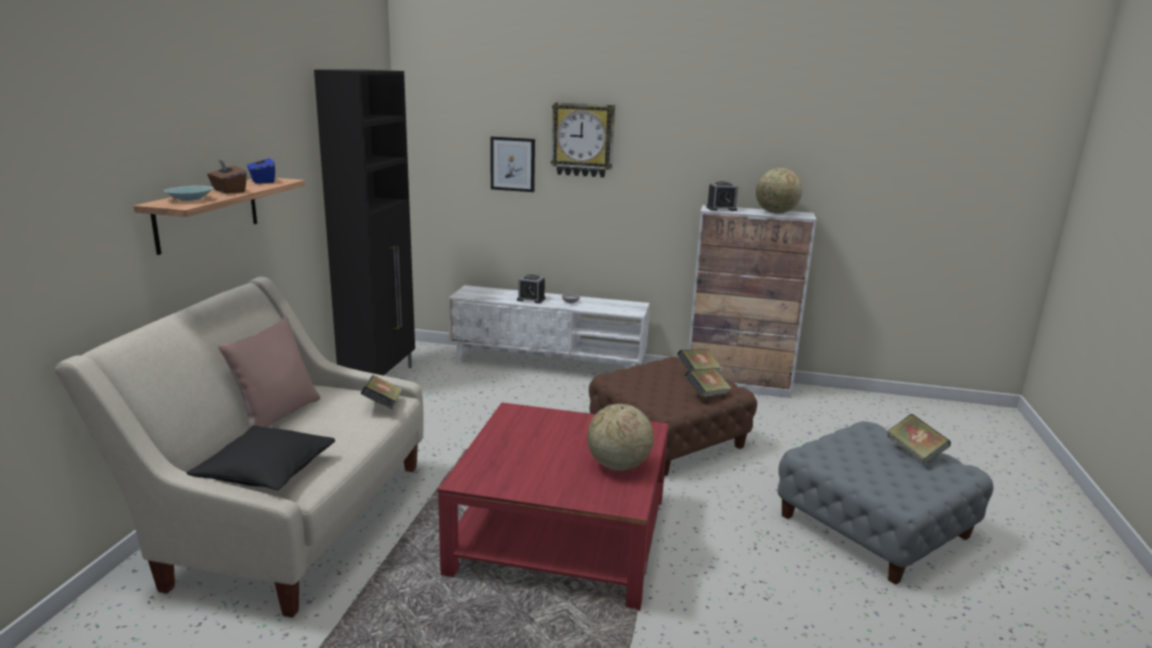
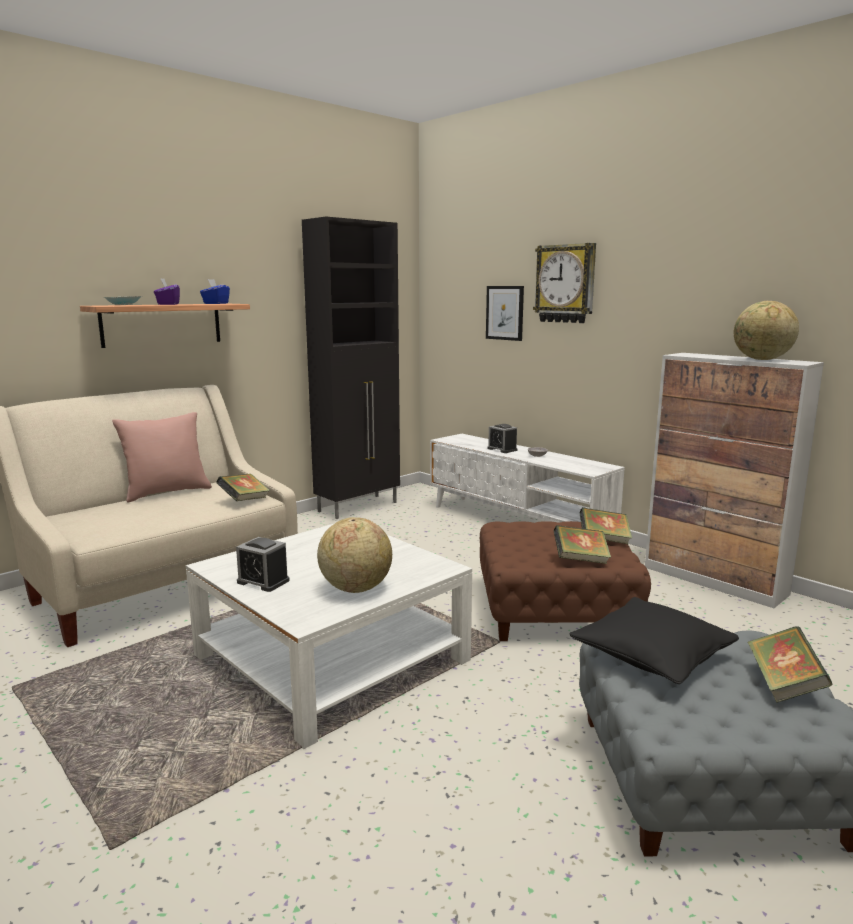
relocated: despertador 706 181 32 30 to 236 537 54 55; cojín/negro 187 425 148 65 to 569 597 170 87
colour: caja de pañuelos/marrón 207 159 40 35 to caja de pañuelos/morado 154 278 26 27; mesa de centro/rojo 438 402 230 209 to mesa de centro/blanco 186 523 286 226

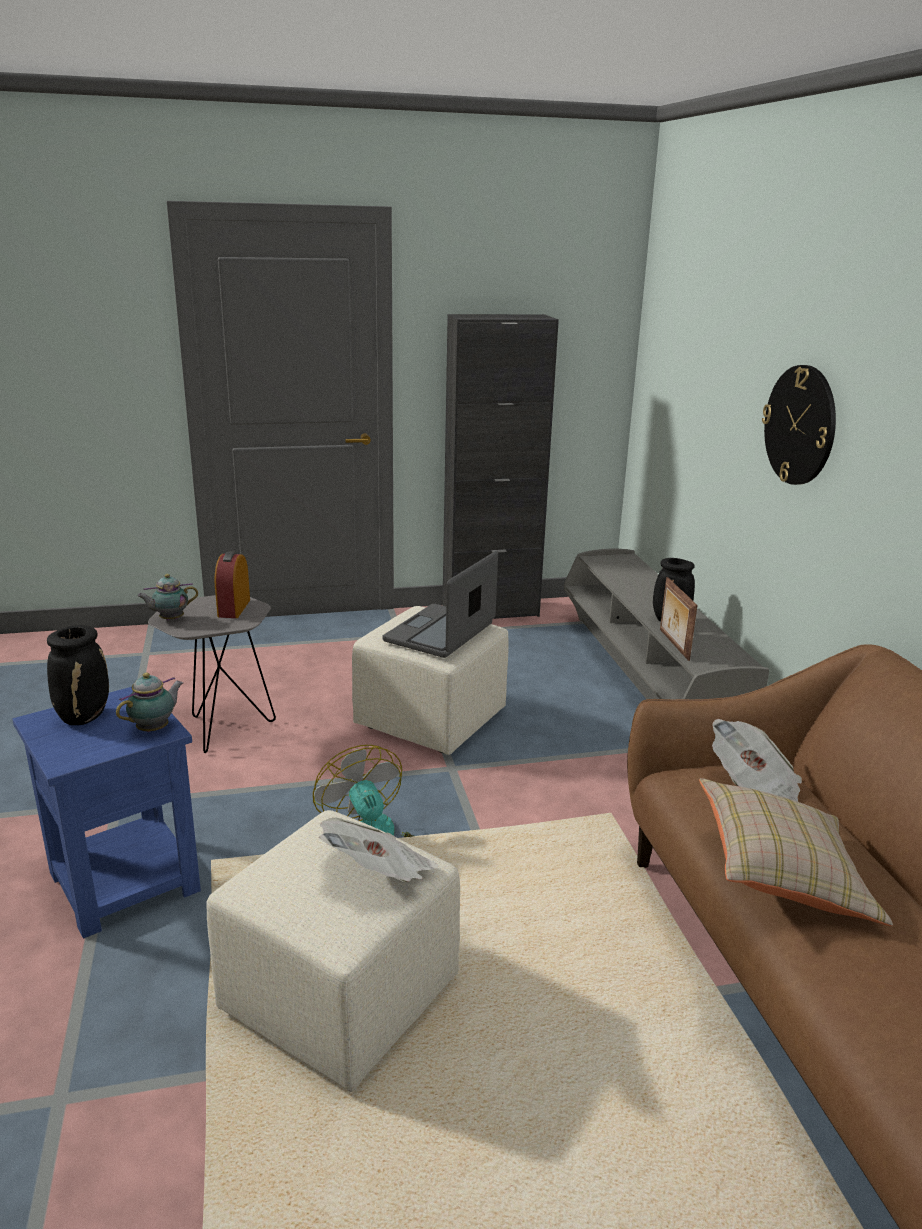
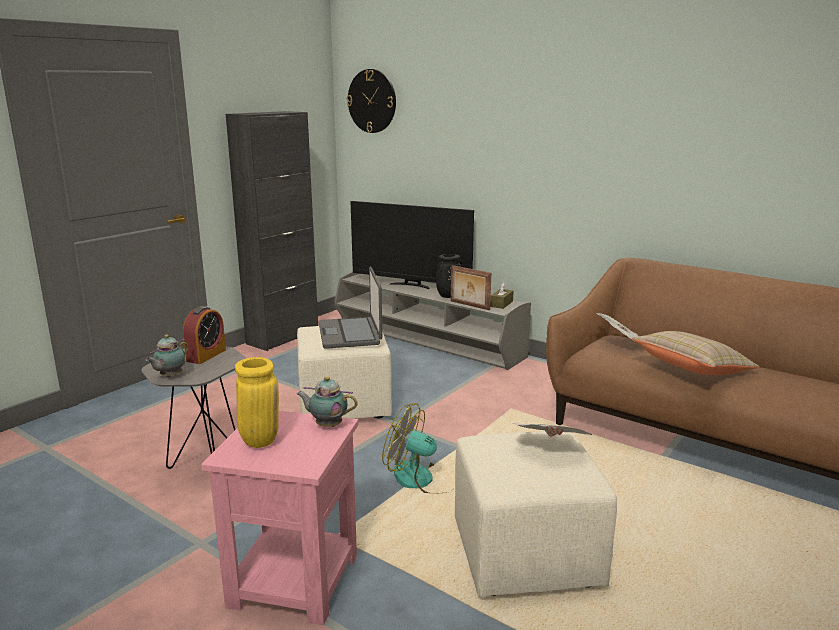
appeared: televisor 351 201 123 88; caja de pañuelos/marrón 490 282 24 27
relocated: reloj de pared 762 365 74 120 to 347 69 49 64
colour: florero/negro 47 625 62 100 to florero/amarillo 235 357 44 91; mesa auxiliar/azul 12 687 189 251 to mesa auxiliar/rosa 201 411 157 214
spun: despertador 214 551 36 67 = 183 306 43 58 120 degrees counterclockwise; tetera 116 672 67 60 = 297 376 61 51 75 degrees counterclockwise

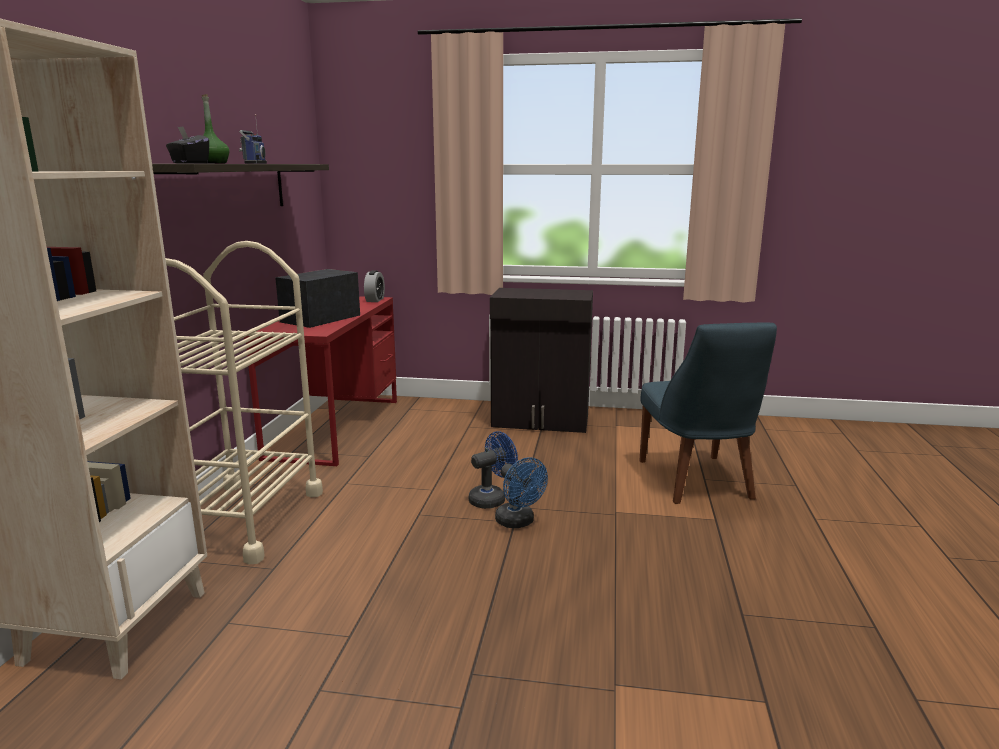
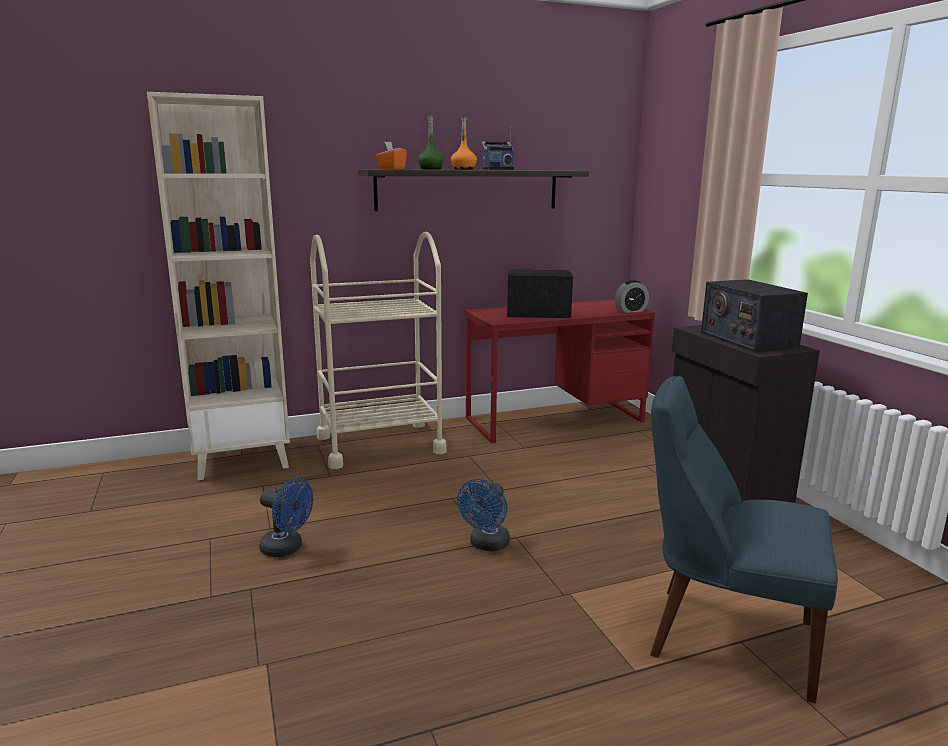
appeared: botella/naranja 451 116 26 54; radio 701 279 107 73
relocated: ventilador/azul 469 431 49 78 to 259 478 54 79
colour: caja de pañuelos/negro 166 127 43 36 to caja de pañuelos/naranja 375 141 32 28
spun: silla/azul 639 323 138 181 = 650 376 188 327 60 degrees clockwise

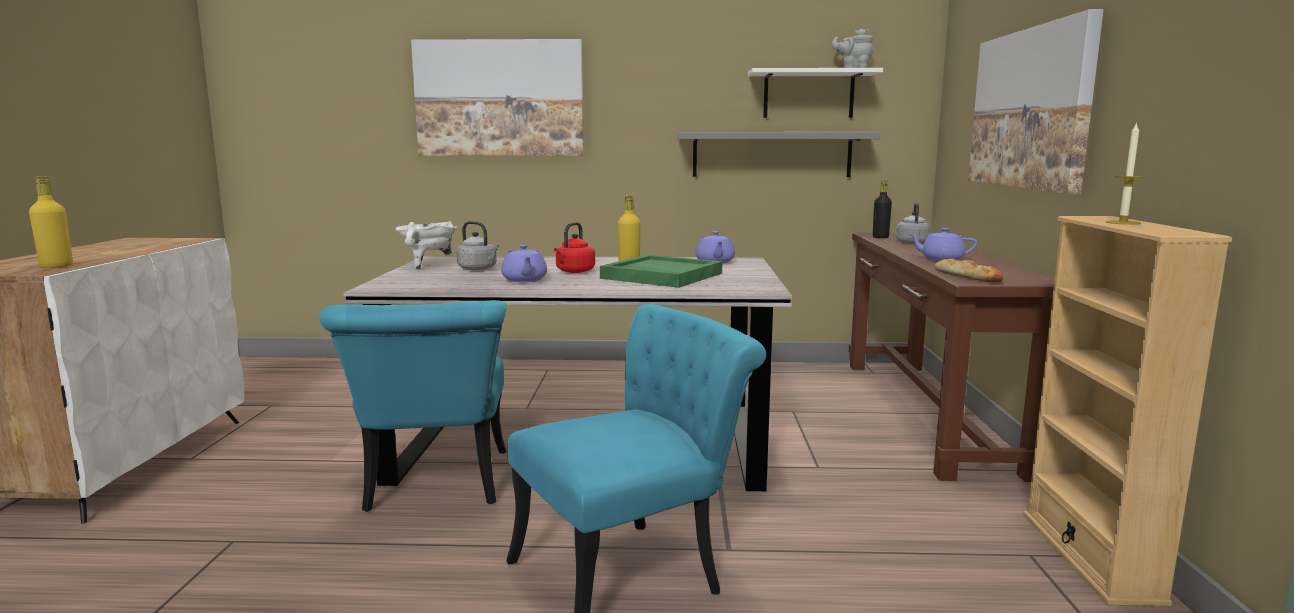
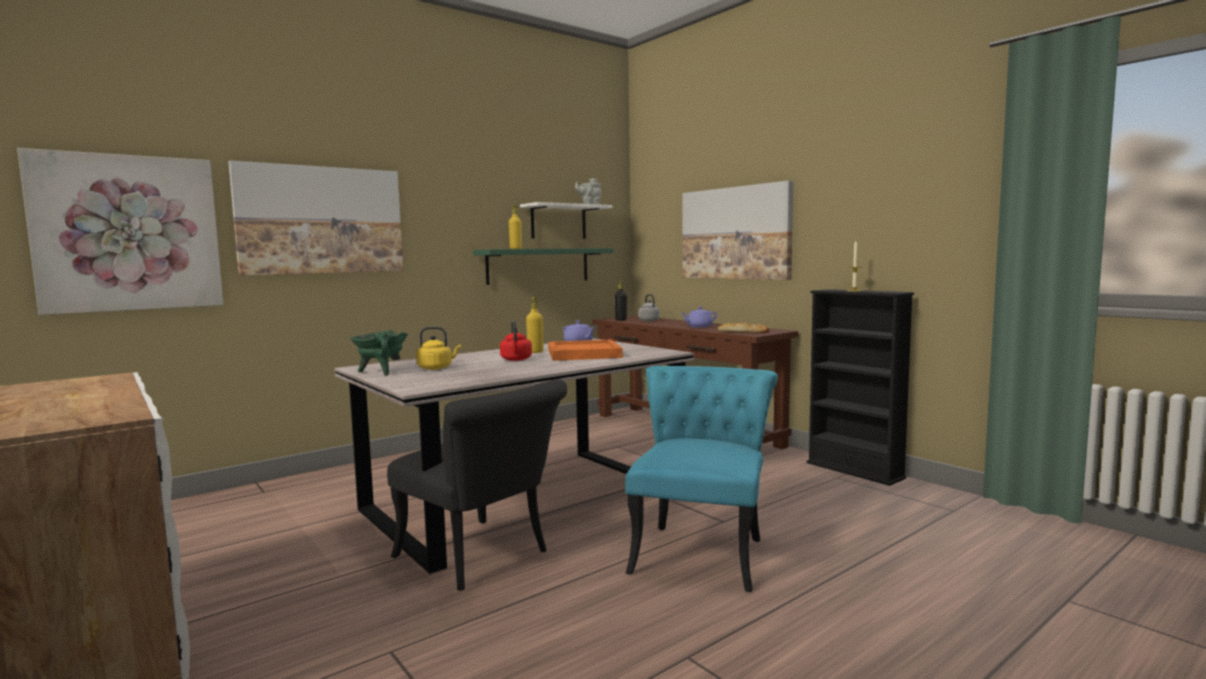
missing: tetera/morado 501 244 46 38
appeared: cuadro 17 148 207 167
relocated: botella/amarillo 29 176 44 92 to 509 205 13 44
colour: estante/gris 677 132 203 45 to estante/verde 473 248 141 37; estantería/beis 1023 216 209 390 to estantería/negro 807 289 107 197; olla/blanco 396 221 61 49 to olla/verde 350 330 58 46; hervidor/gris 457 221 42 50 to hervidor/amarillo 416 327 45 43; bandeja/verde 600 255 122 33 to bandeja/naranja 548 339 75 22; silla/turquesa 319 300 187 212 to silla/negro 387 379 180 212

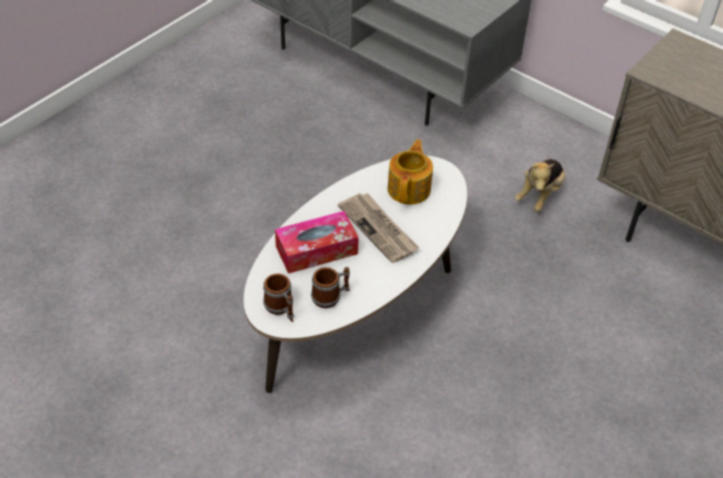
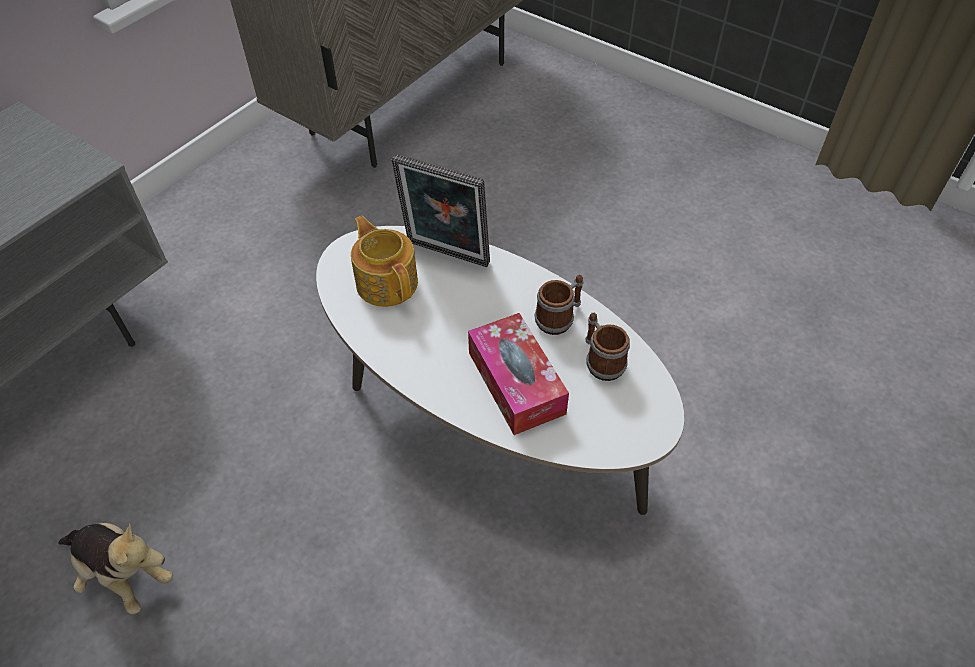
missing: periódico 338 193 81 70
appeared: portarretratos 392 154 98 113
relocated: peluche 515 159 50 53 to 58 522 115 93; taza grande 263 274 31 48 to 535 275 48 60
spun: tetera 387 139 46 66 = 351 216 67 91 45 degrees clockwise

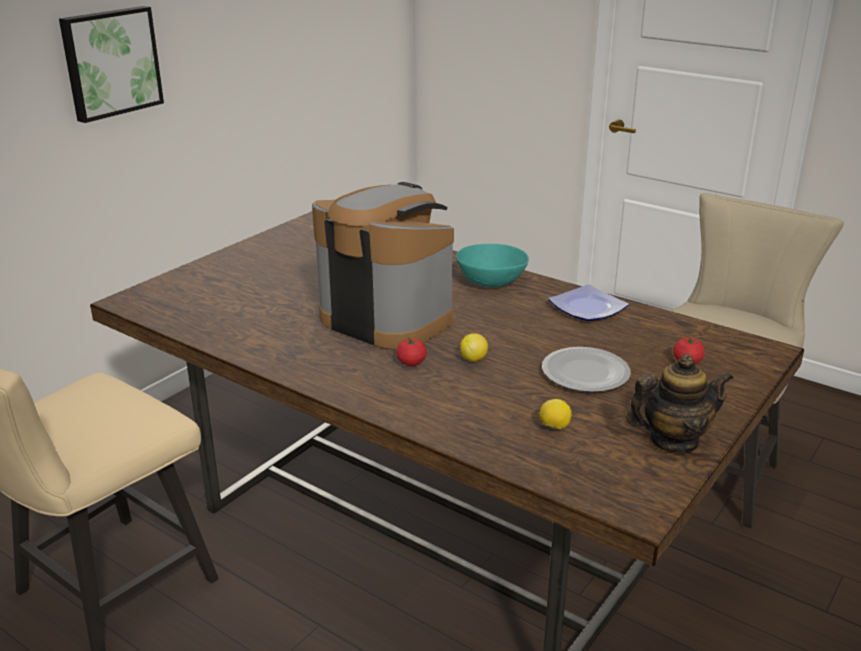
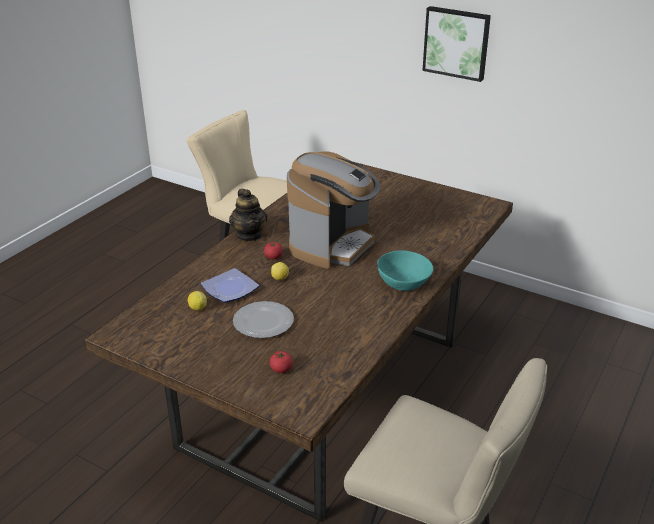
relocated: plato 548 284 81 37 to 200 268 59 35; tetera 626 354 108 99 to 229 189 38 52

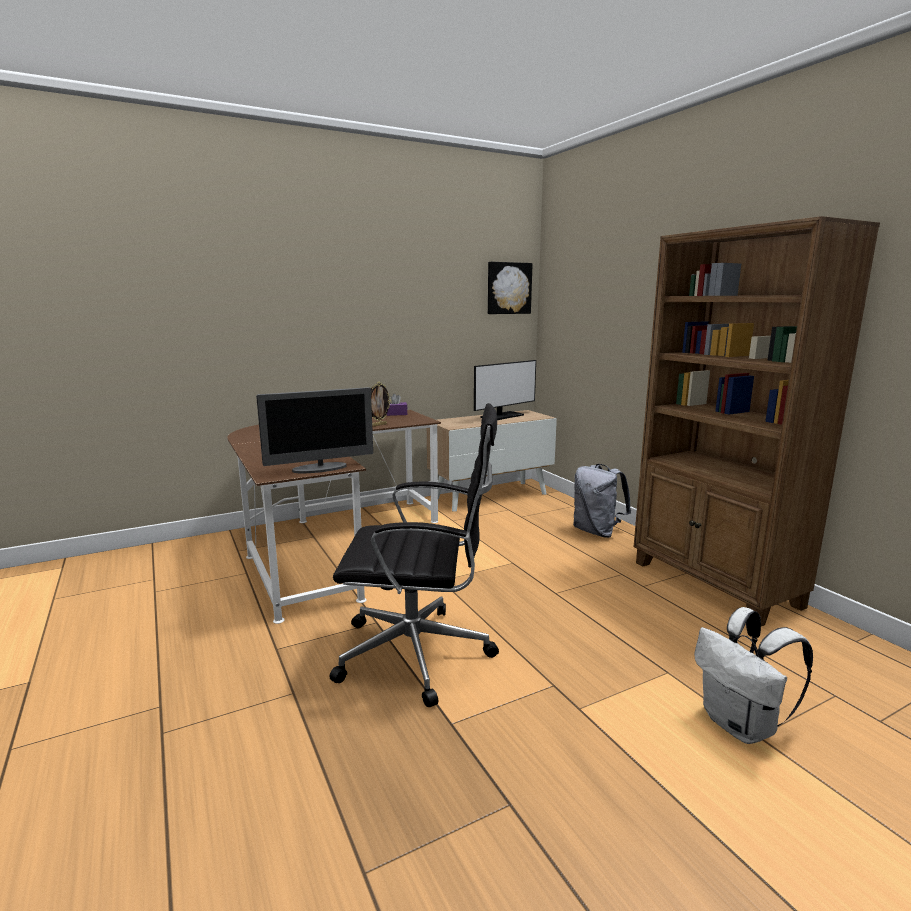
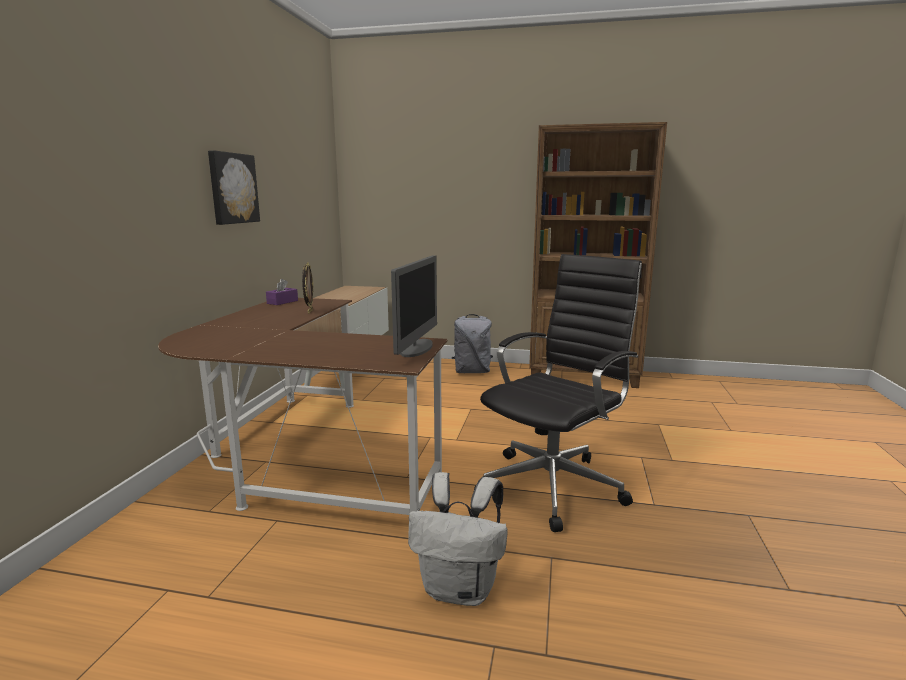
missing: monitor 474 360 62 60
relocated: cuadro 488 262 45 52 to 208 150 52 75; mochila/blanco 694 607 119 137 to 408 472 100 134

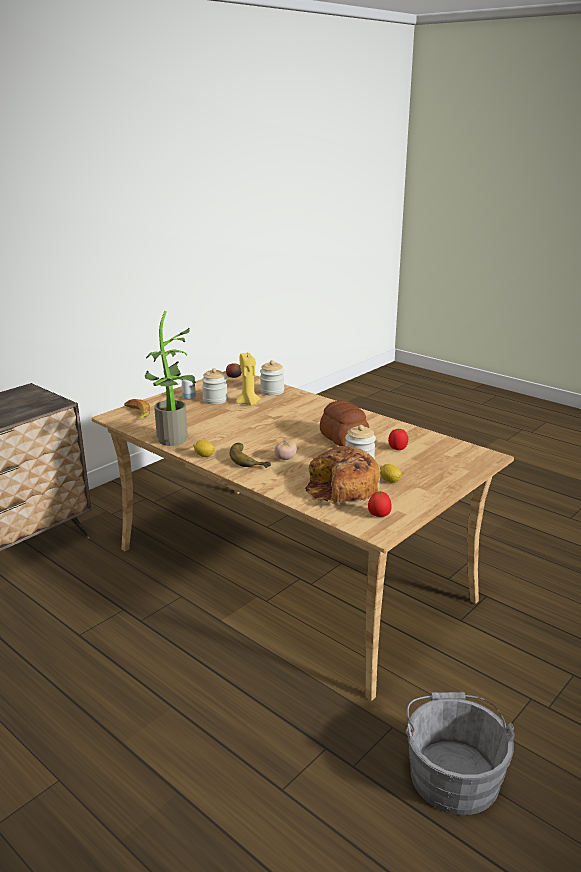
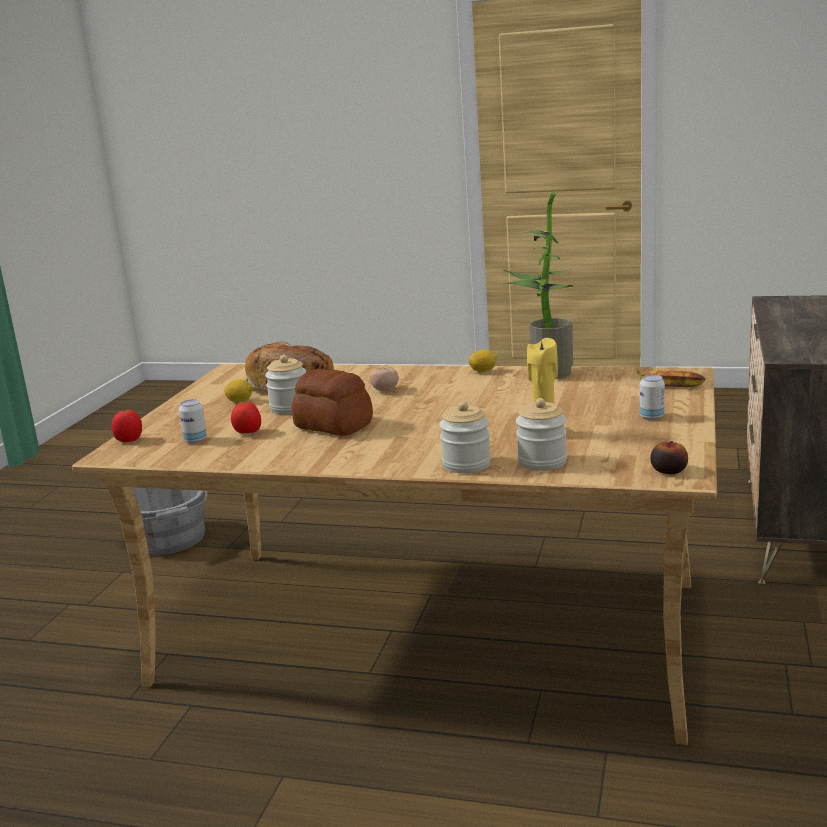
missing: plátano 230 443 41 25
appeared: lata 179 399 28 45
relocated: tarro 202 368 26 36 to 439 401 52 72; tomate 368 491 24 26 to 112 409 30 33

